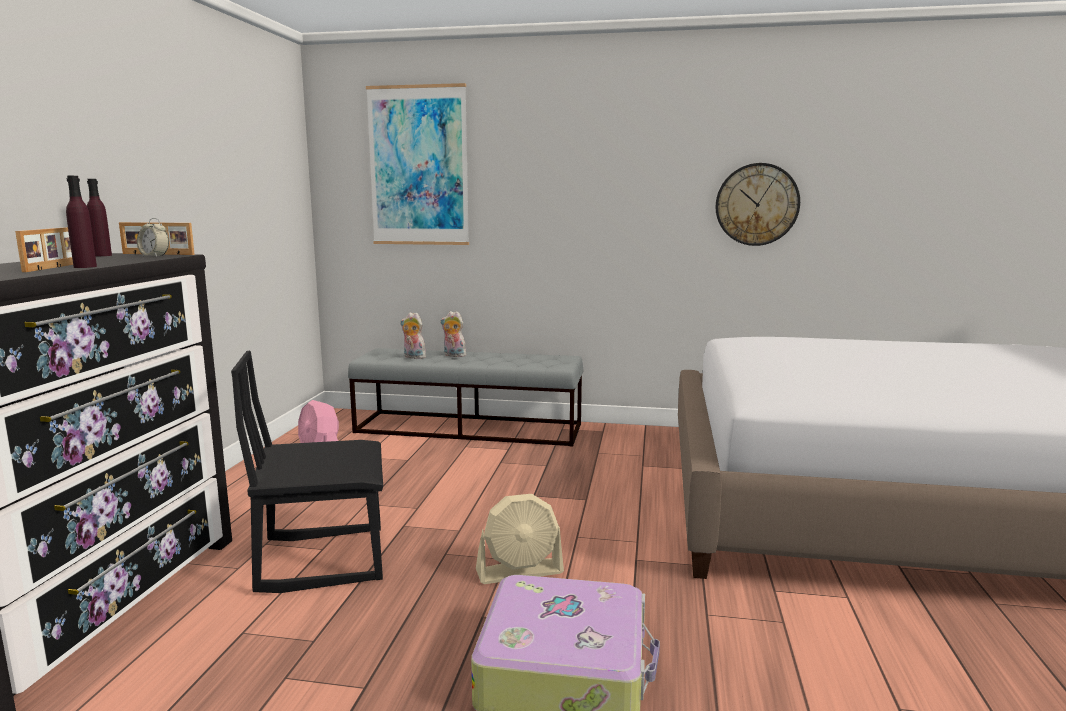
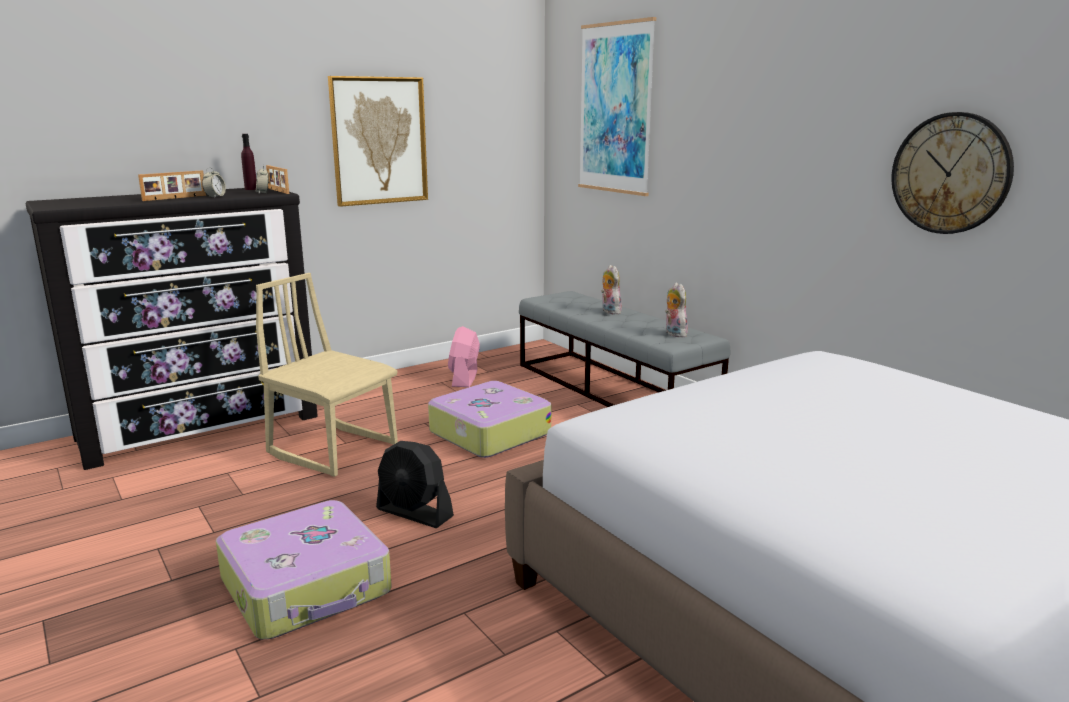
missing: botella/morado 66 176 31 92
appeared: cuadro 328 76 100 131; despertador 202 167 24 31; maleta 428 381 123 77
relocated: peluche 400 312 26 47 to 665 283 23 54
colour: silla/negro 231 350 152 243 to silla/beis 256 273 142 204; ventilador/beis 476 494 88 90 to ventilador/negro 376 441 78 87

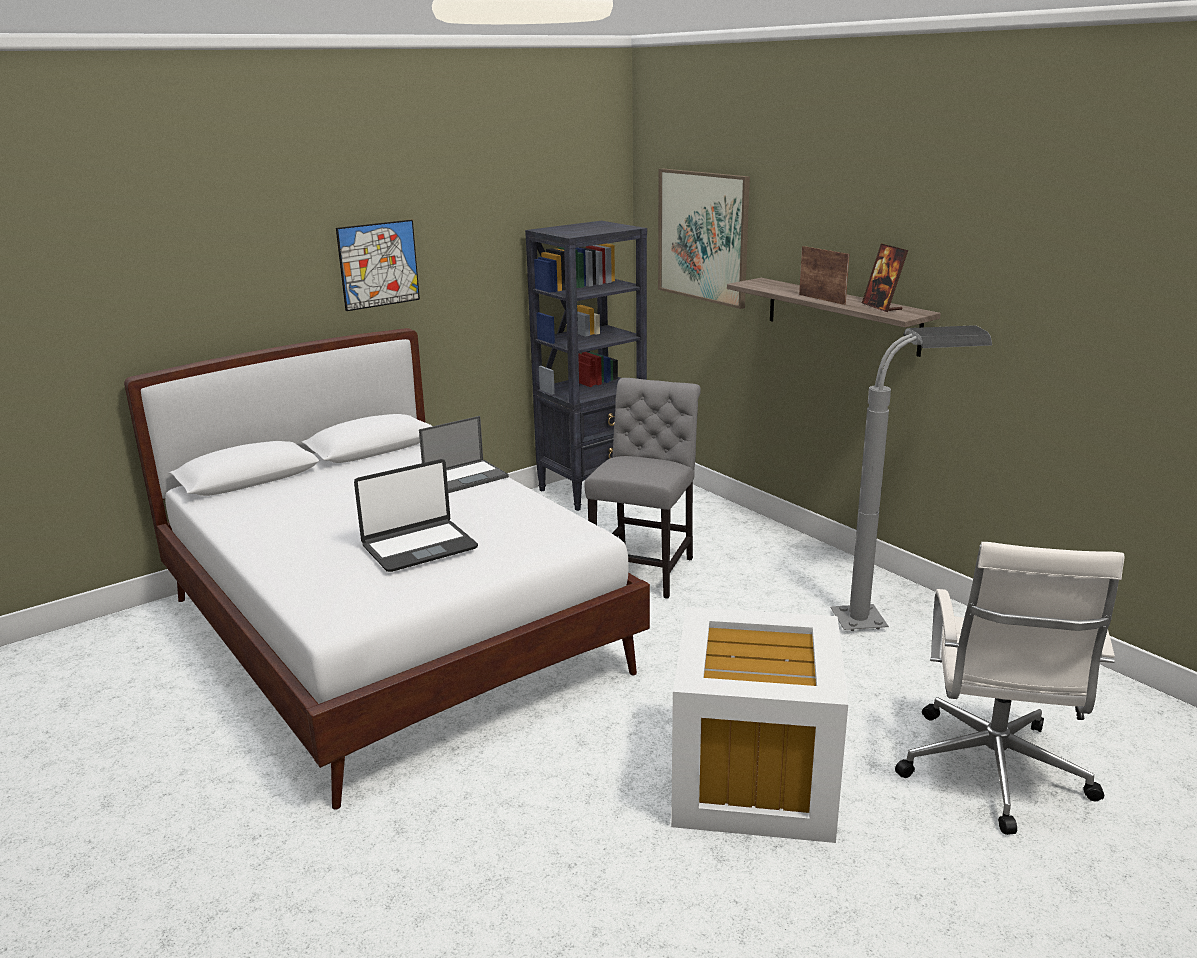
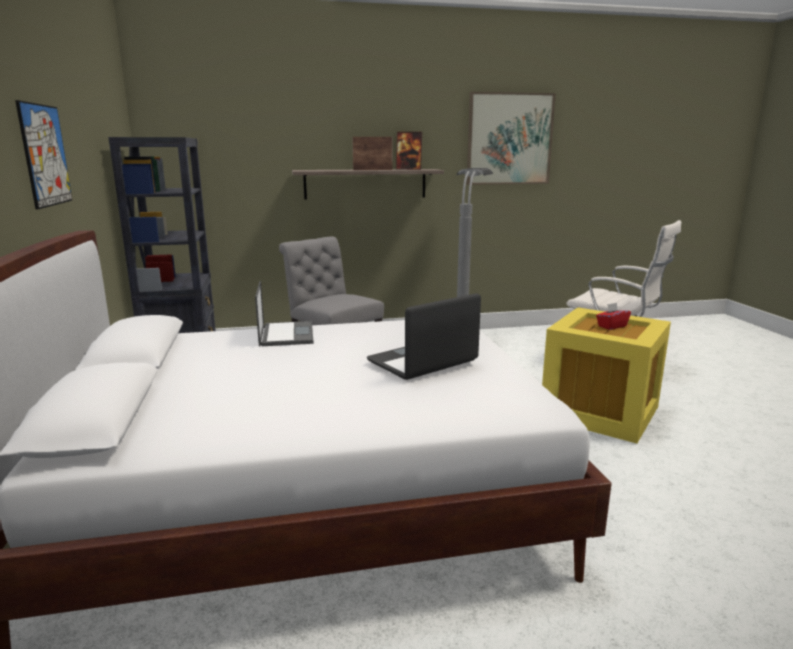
appeared: caja de pañuelos/rojo 596 303 35 27
relocated: cuadro 658 168 92 141 to 467 92 89 93
colour: caja de almacenaje/blanco 671 607 177 236 to caja de almacenaje/amarillo 542 307 129 136
spun: portátil 354 459 124 113 = 367 293 114 87 120 degrees counterclockwise

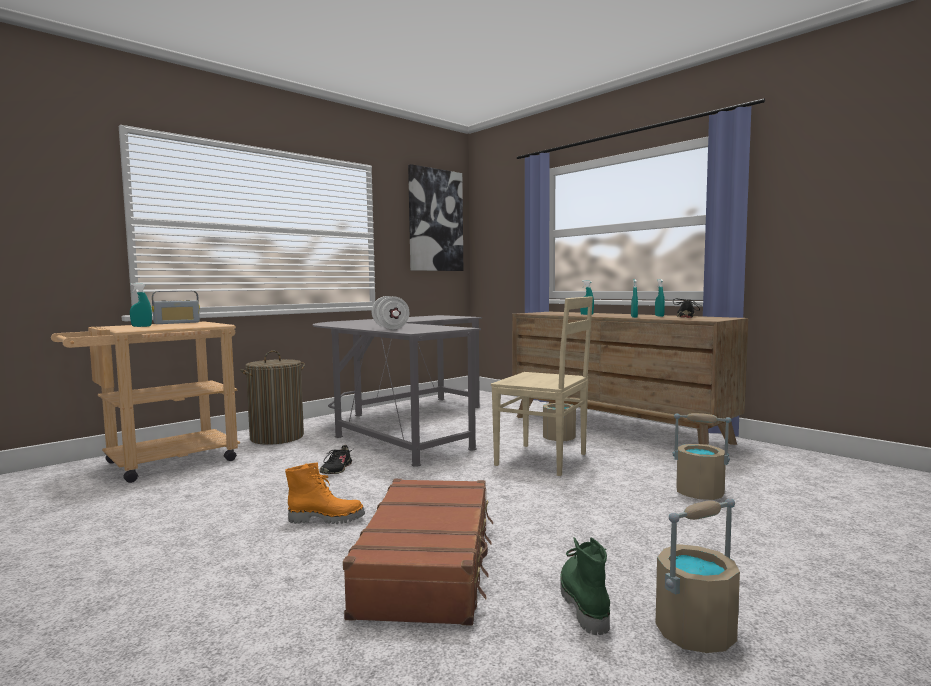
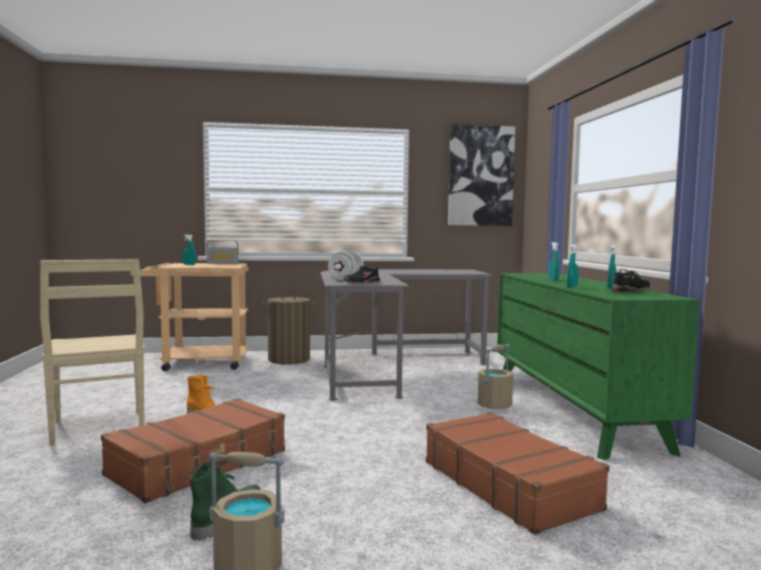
relocated: silla/beis 491 296 102 180 to 40 259 105 187; zapato/negro 319 445 34 29 to 344 266 36 18
exchanged: cubo/beis 672 413 59 87 to maleta/marrón 426 412 183 123
colour: cómoda/marrón 512 312 236 133 to cómoda/verde 497 273 203 187

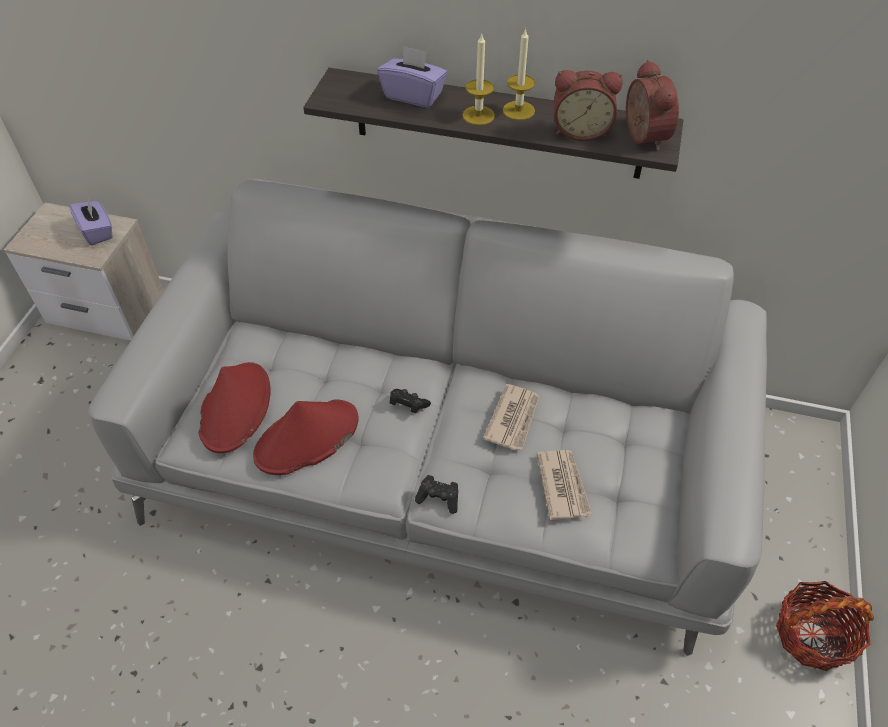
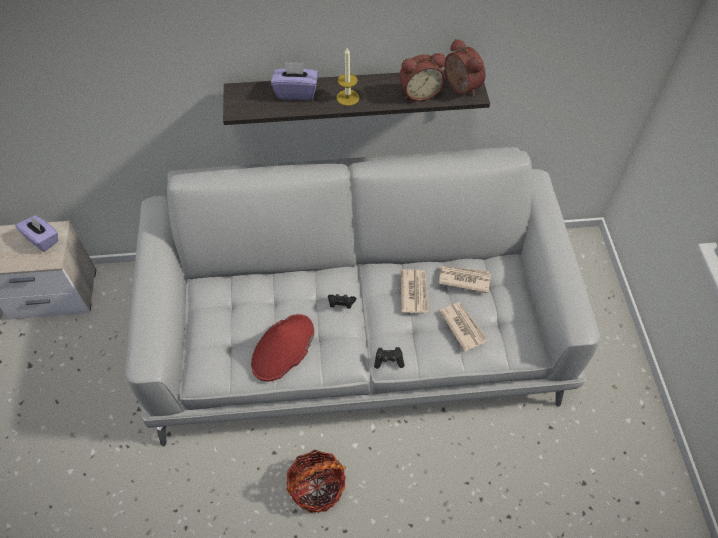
missing: vela 503 28 32 92; sombrero/rojo 198 362 73 91
appeared: periódico 439 266 52 27
relocated: cesta 776 581 98 90 to 286 450 60 63

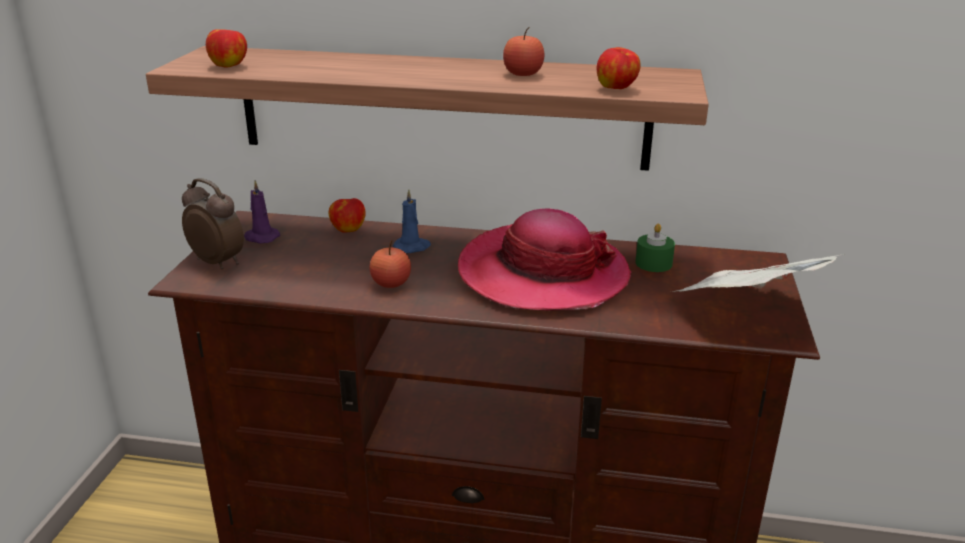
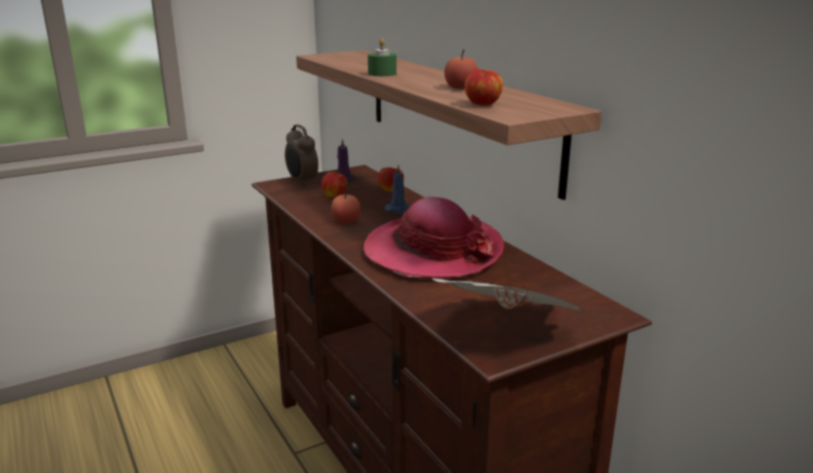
relocated: manzana 206 29 41 39 to 321 172 26 26; vela/verde 635 224 40 48 to 368 38 29 38
spun: despertador 182 178 62 91 = 285 124 33 62 150 degrees clockwise

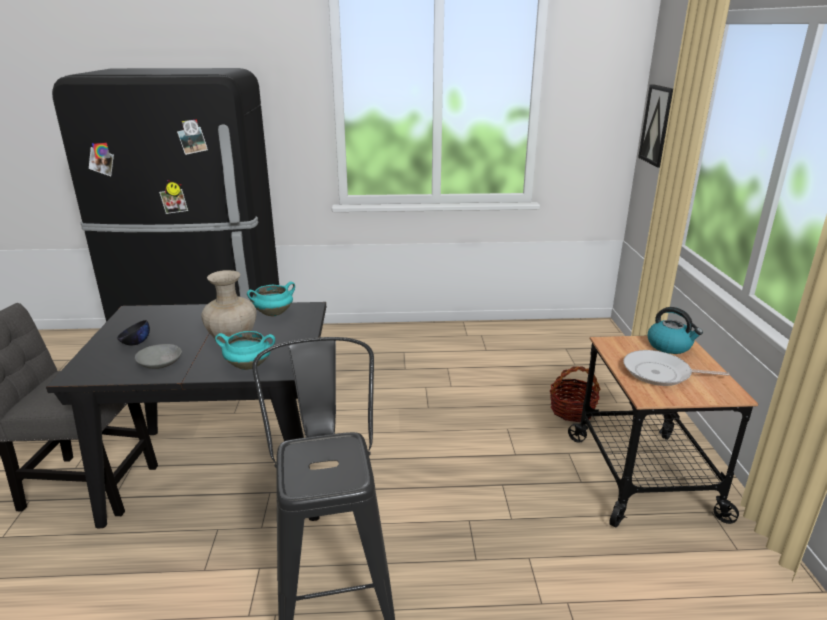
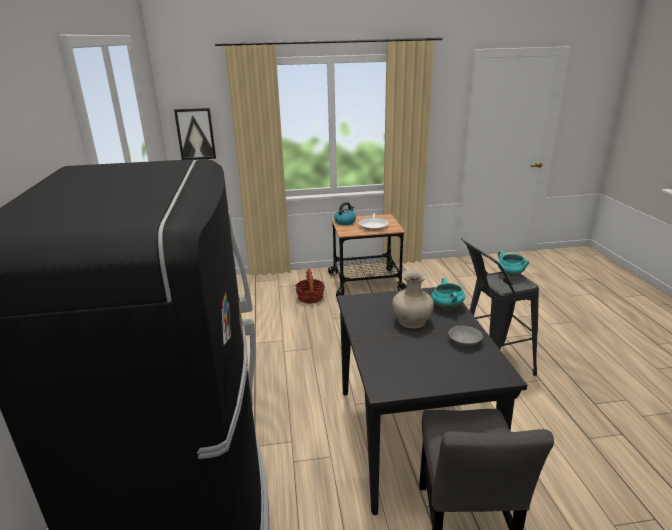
missing: cuenco/negro 117 320 33 25
relocated: olla/turquesa 247 282 48 35 to 498 251 31 25

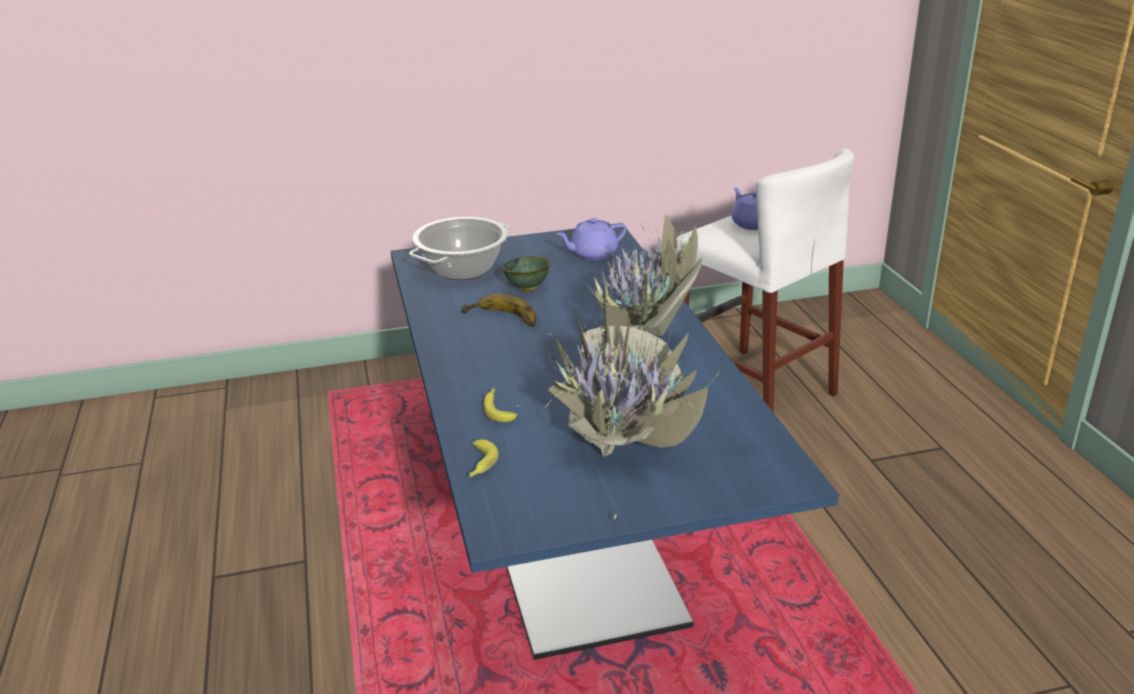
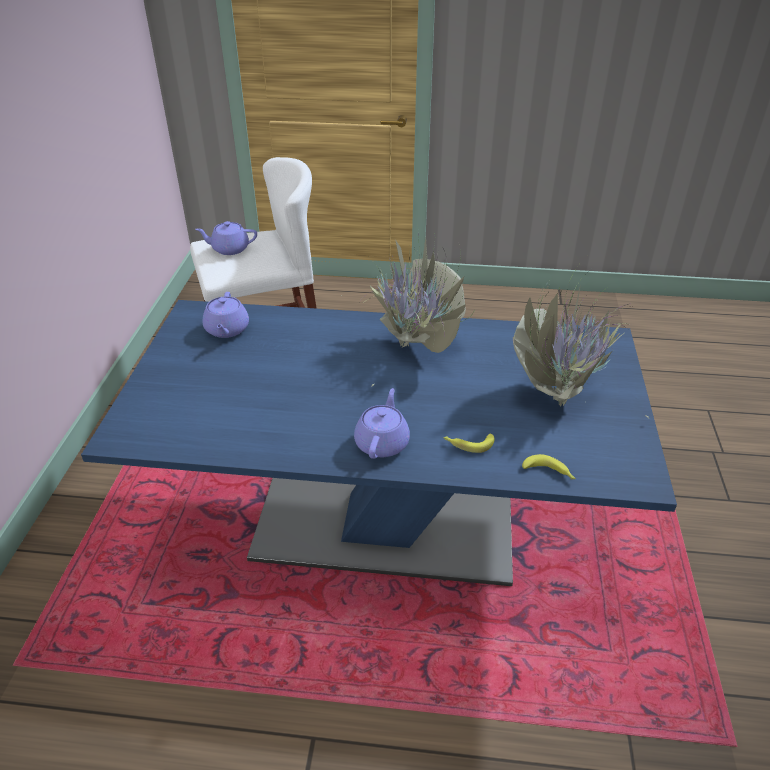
missing: olla 409 217 101 63; cuenco/verde 502 256 48 35; plátano 461 294 75 33
appeared: tetera/morado 354 388 56 71

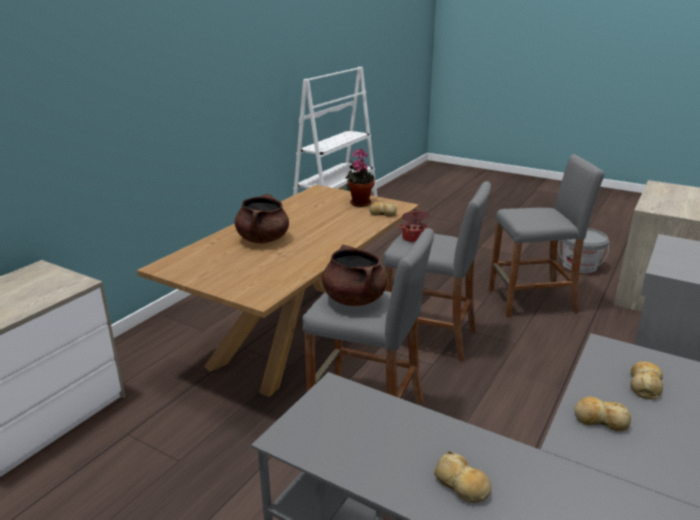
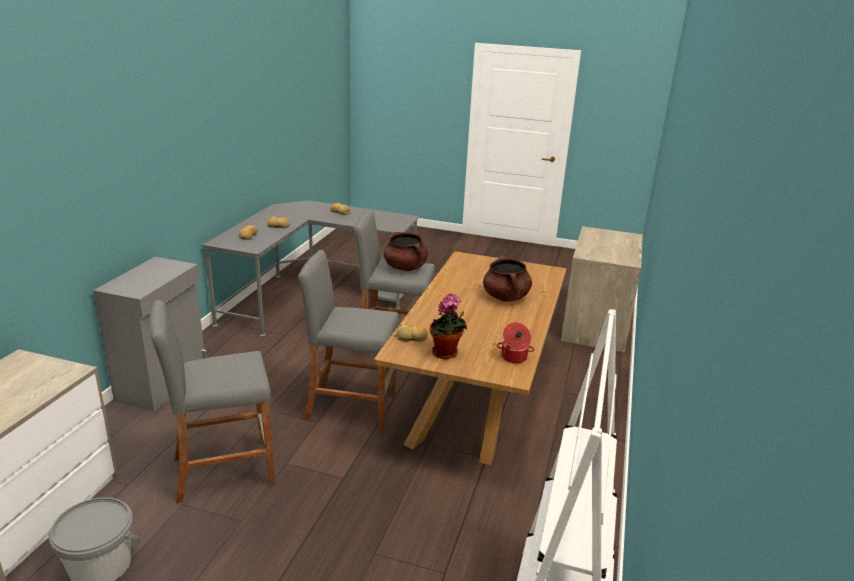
relocated: olla 398 209 31 34 to 496 322 38 41

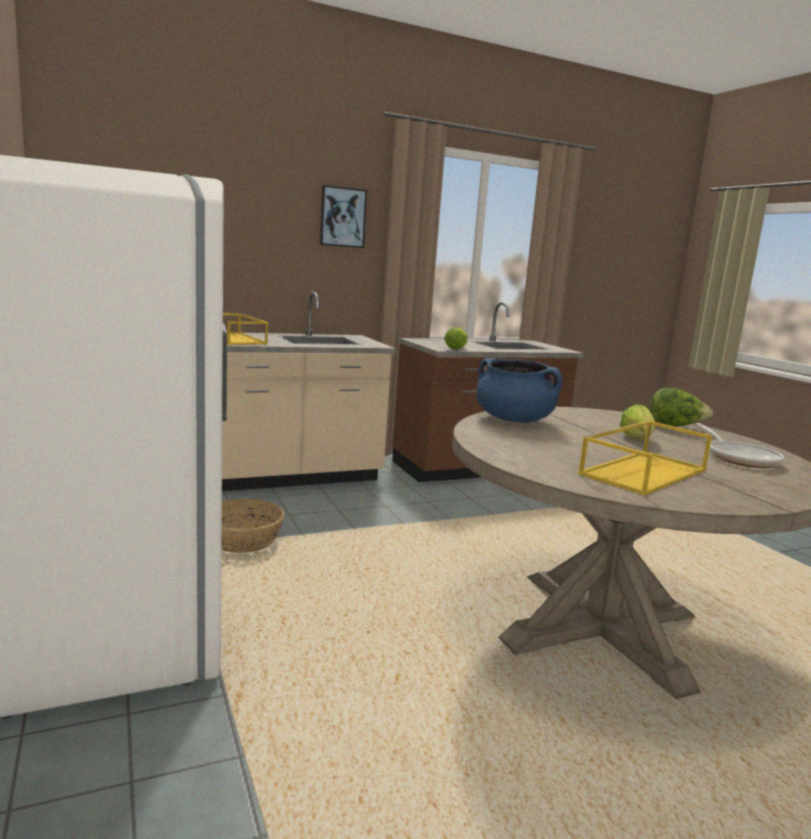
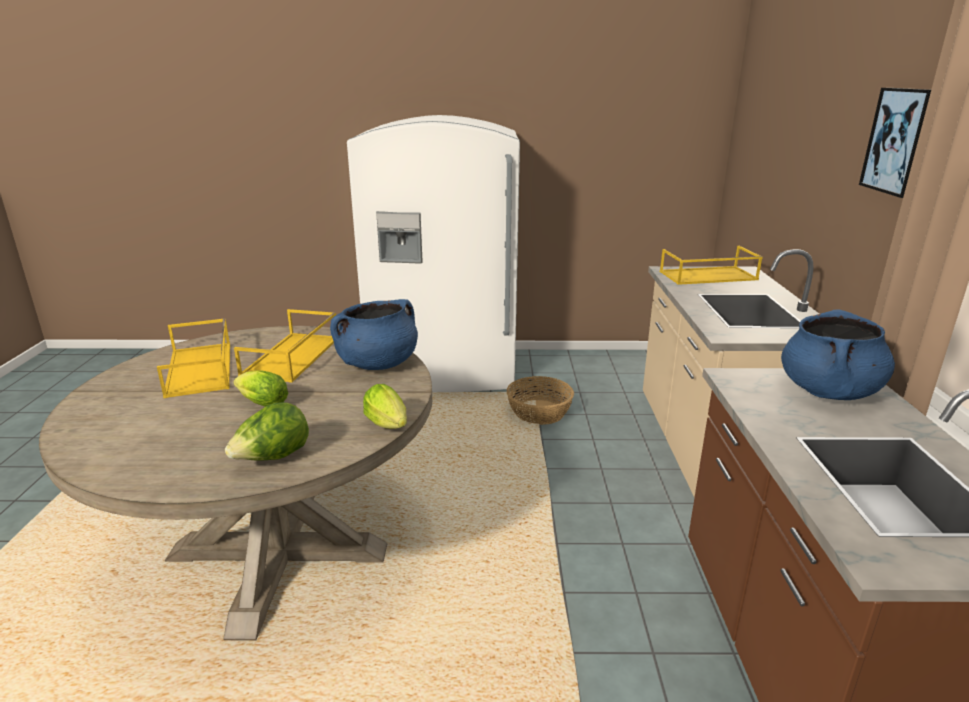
missing: sartén 696 423 88 45
appeared: bandeja/amarillo 234 309 102 74; olla/azul 781 309 114 91
relocated: lechuga 444 327 24 22 to 363 384 44 45

